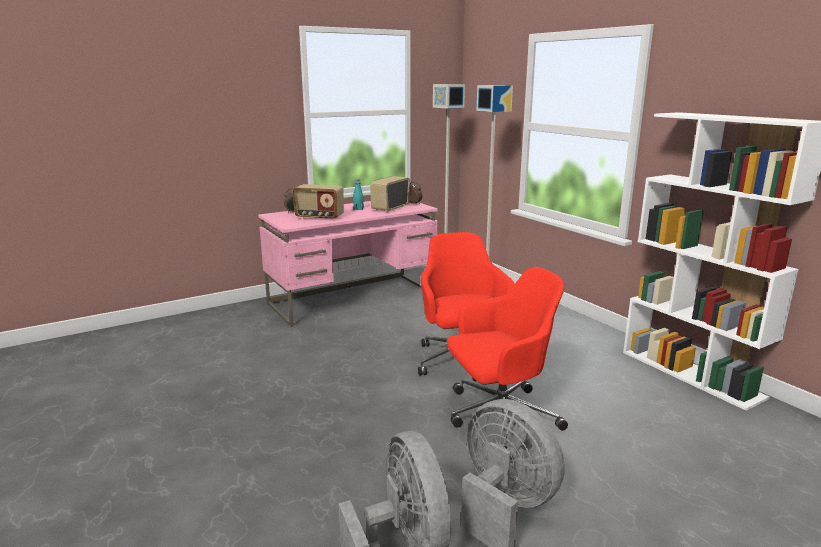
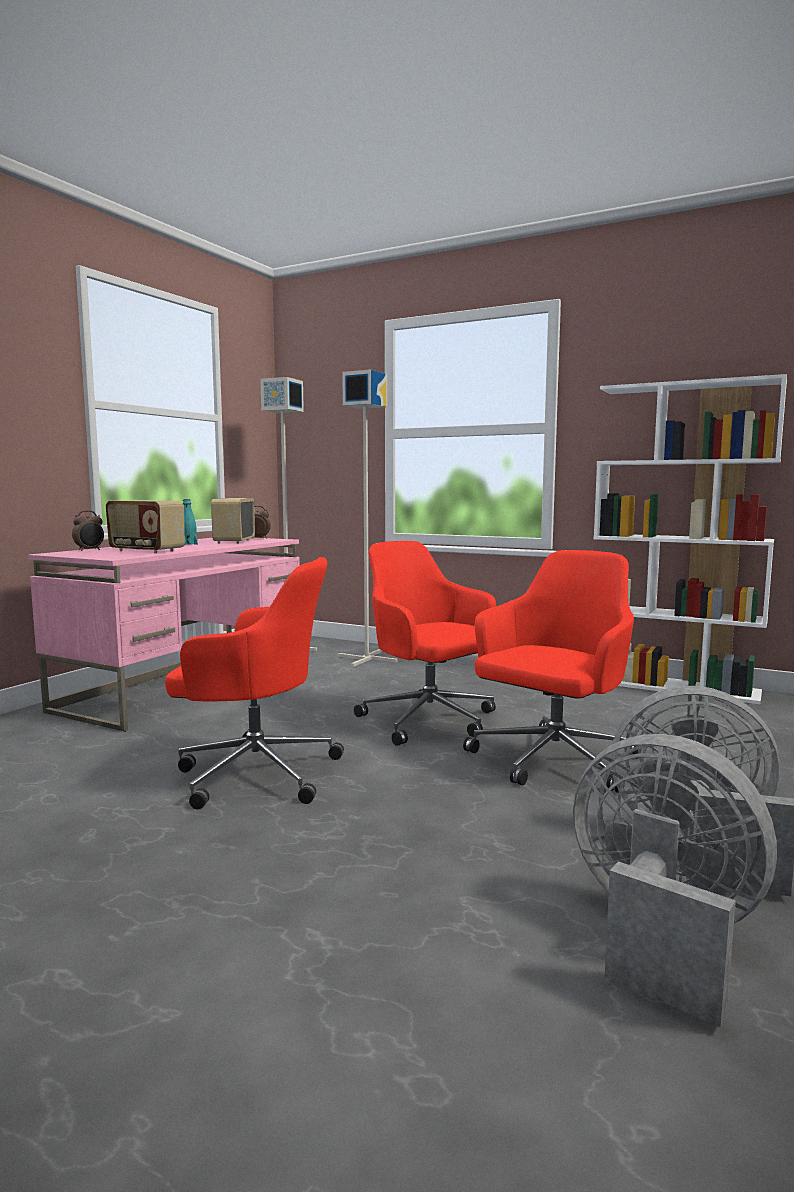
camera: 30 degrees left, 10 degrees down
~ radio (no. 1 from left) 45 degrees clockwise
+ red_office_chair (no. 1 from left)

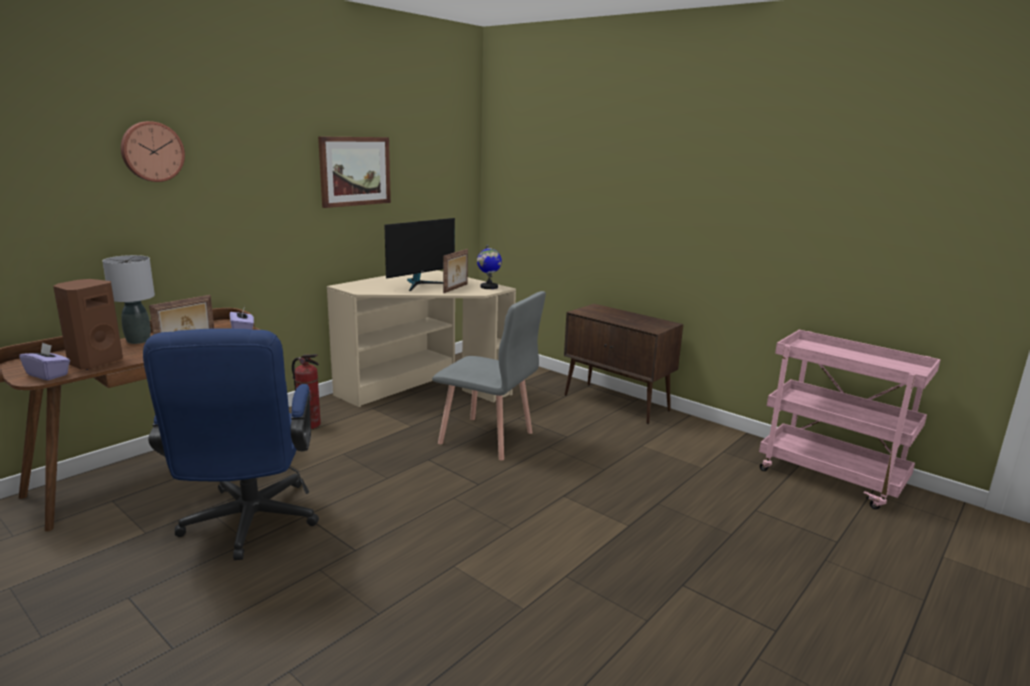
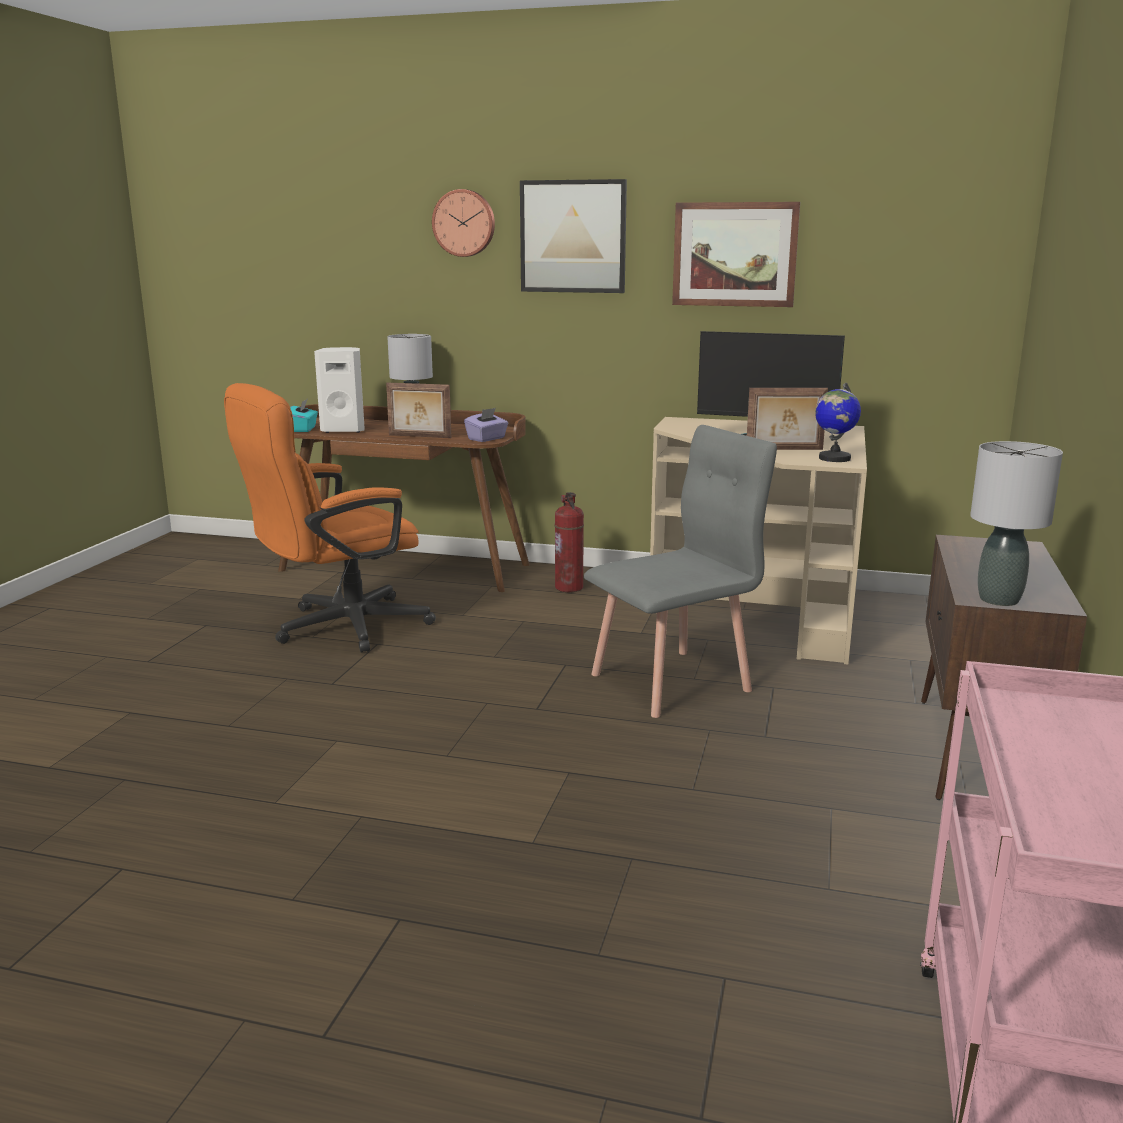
camera: 65 degrees right, 0 degrees up
~ blue_office_chair to orange_office_chair
~ purple_tissue_box (no. 1 from left) to turquoise_tissue_box
~ brown_speaker to white_speaker
+ picture (no. 1 from left)
~ grey_chair 120 degrees counterclockwise
+ grey_table_lamp (no. 2 from left)

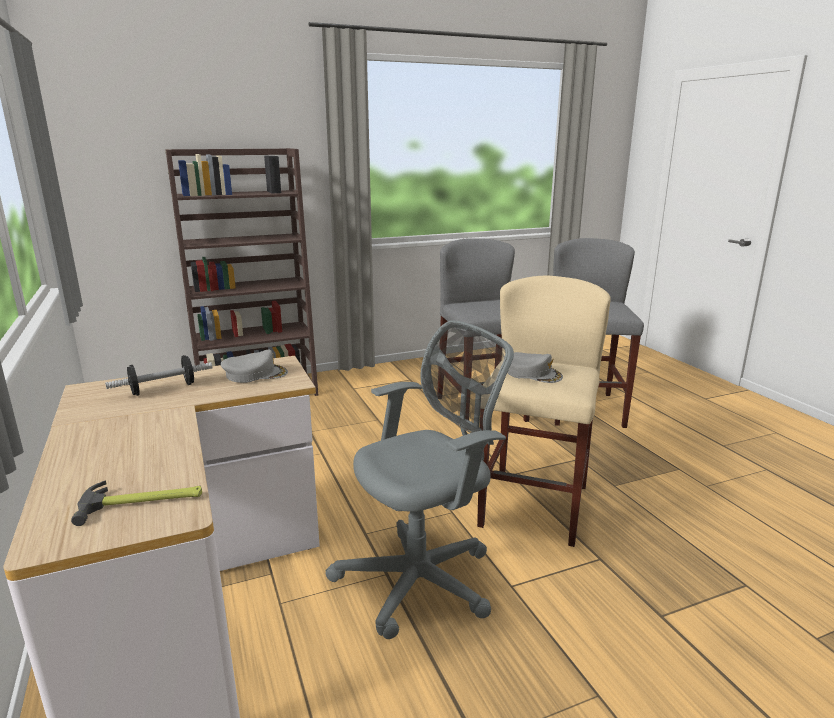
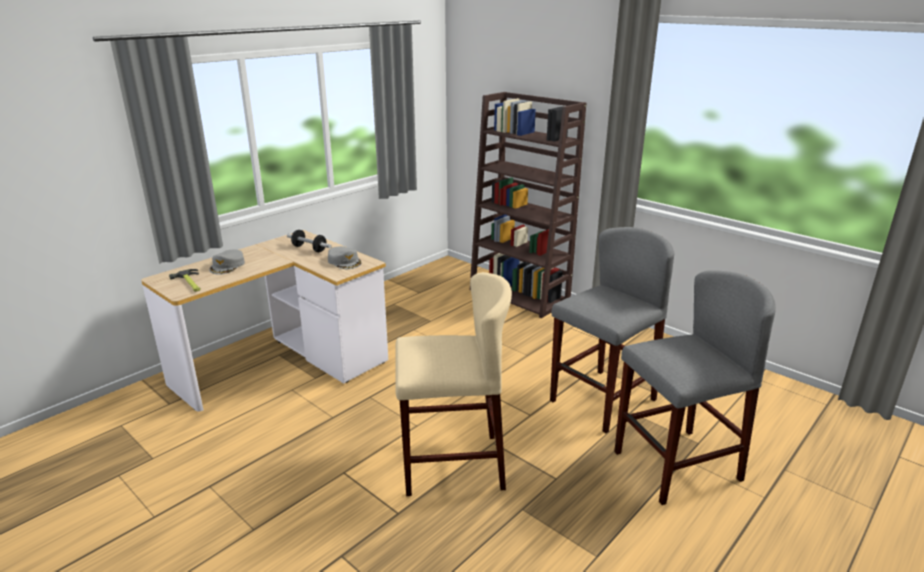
camera: 65 degrees right, 5 degrees up
~ grey_cap (no. 2 from left in the first image) to grey_cap (no. 1 from left)
- grey_office_chair

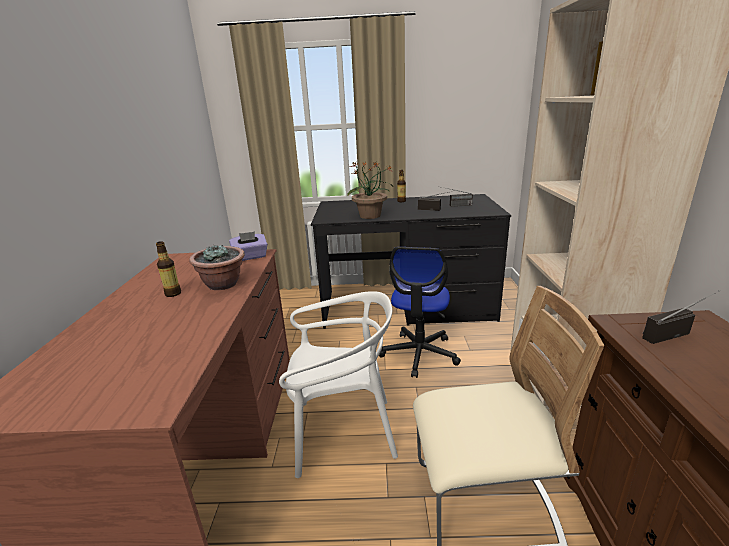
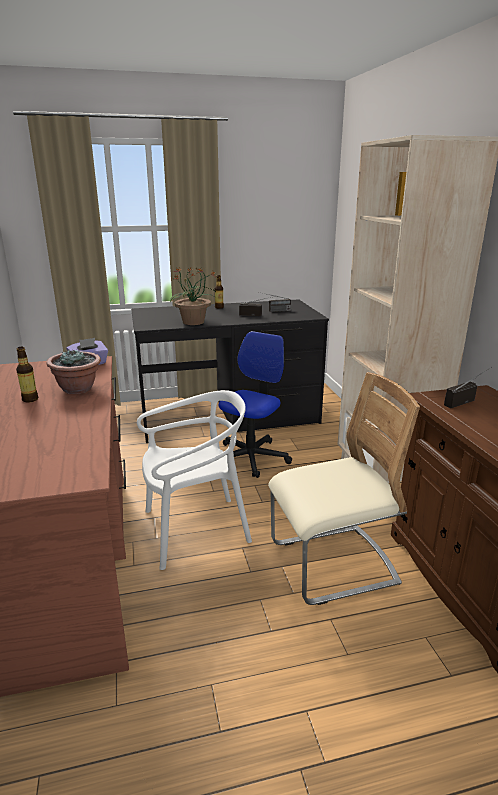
camera: 15 degrees left, 0 degrees up
~ office_chair 150 degrees counterclockwise

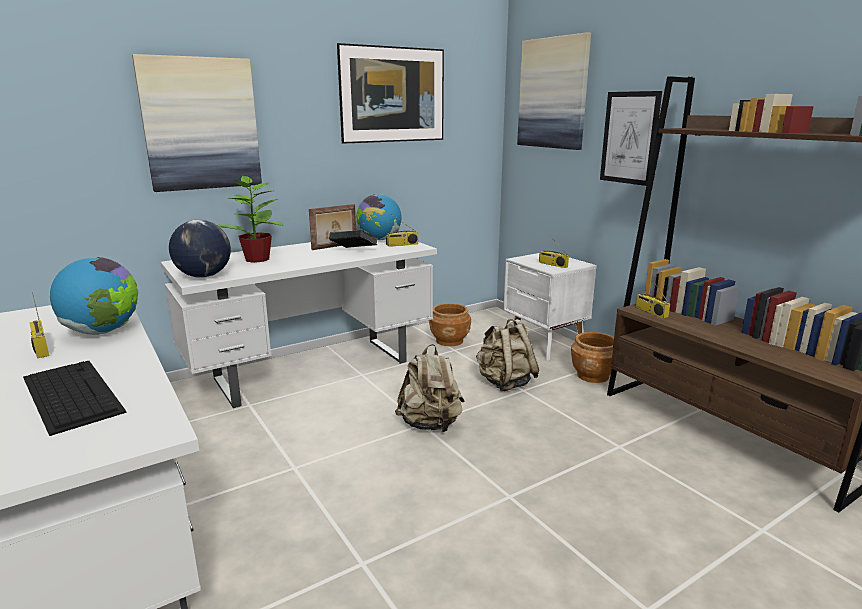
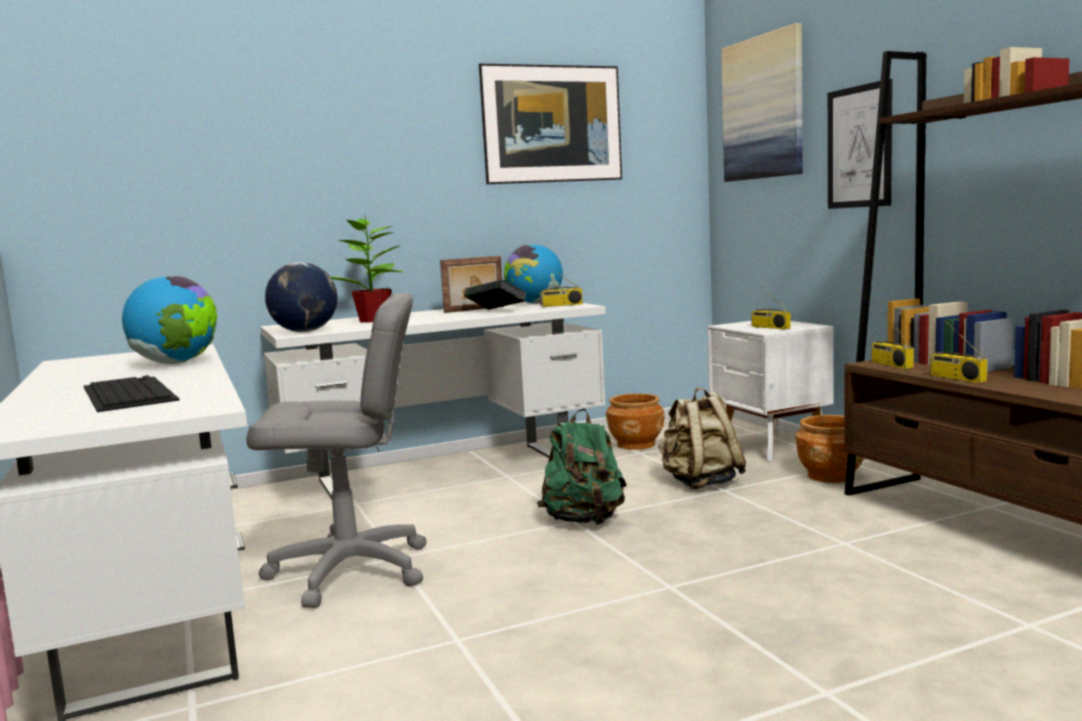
camera: 10 degrees right, 10 degrees down
+ grey_office_chair
~ beige_backpack (no. 1 from left) to green_backpack
~ radio (no. 1 from left in the first image) to radio (no. 4 from left)
- picture (no. 1 from left)

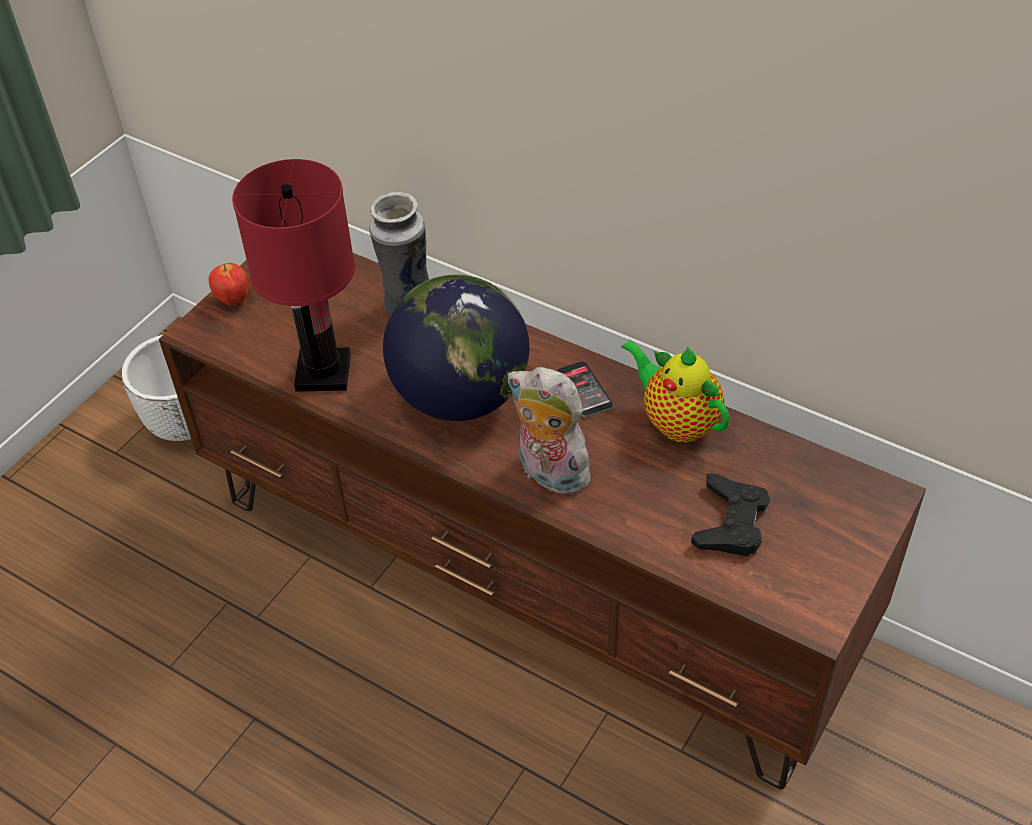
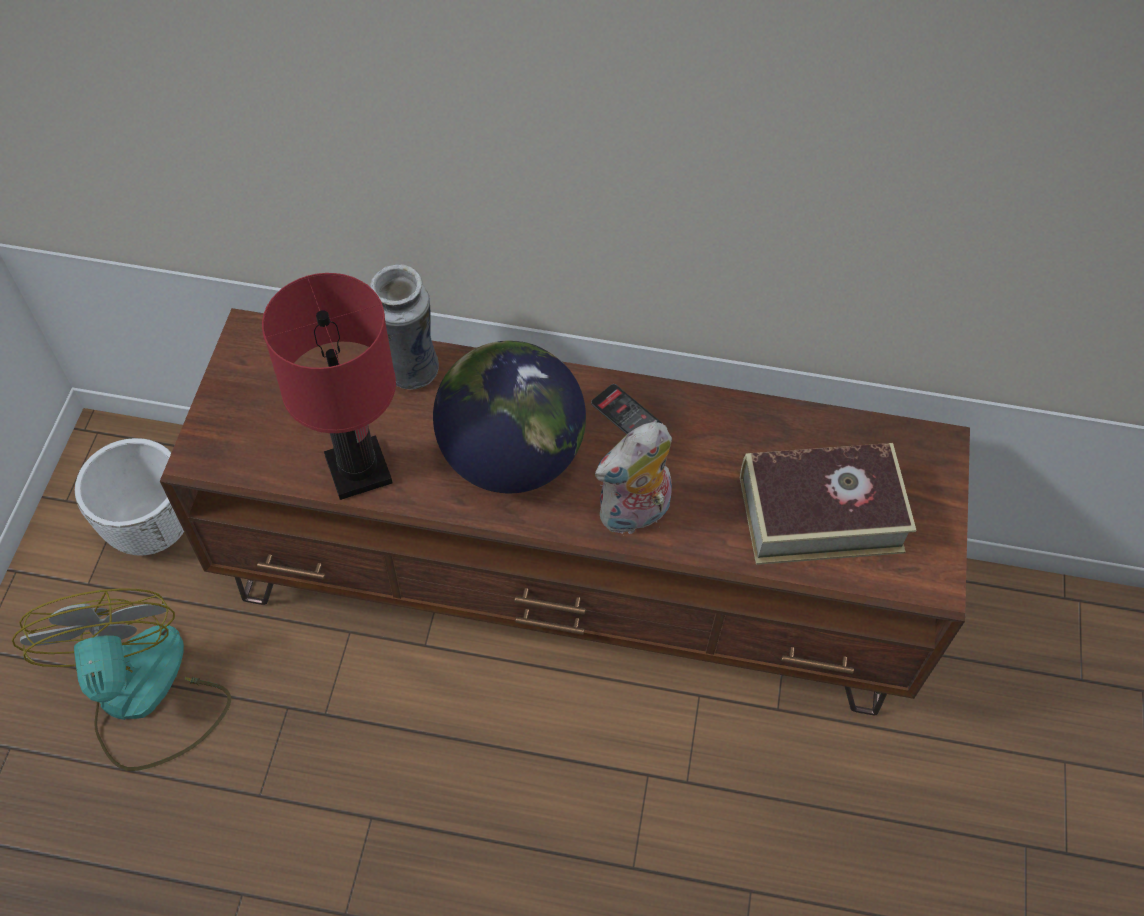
camera: 25 degrees left, 10 degrees up
+ fan
~ plush_toy 45 degrees counterclockwise
~ black_game_controller to book
- apple
- teapot

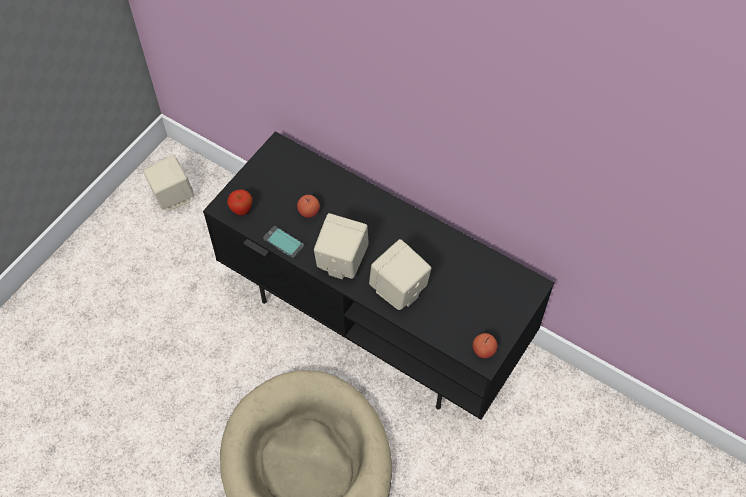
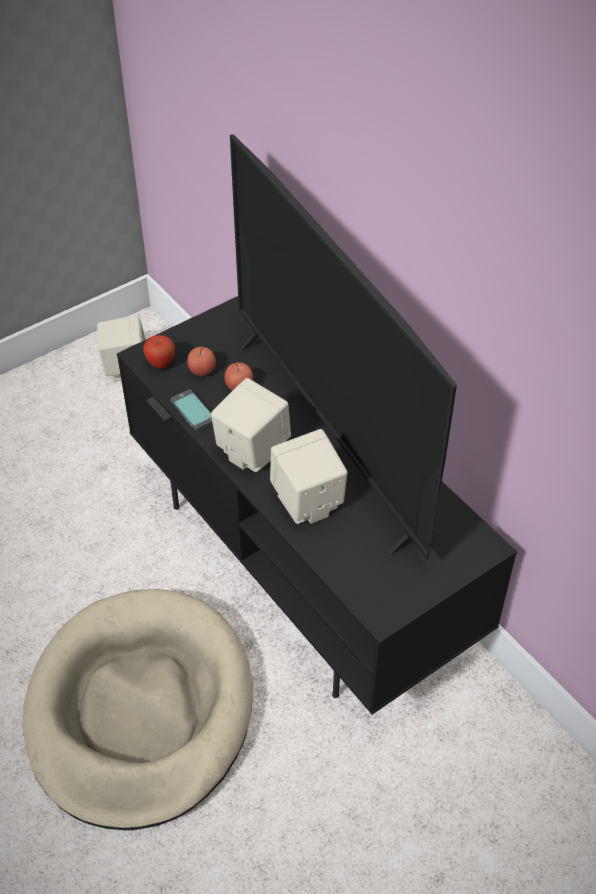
camera: 20 degrees right, 10 degrees down
~ apple (no. 3 from left in the first image) to apple (no. 2 from left)
+ television

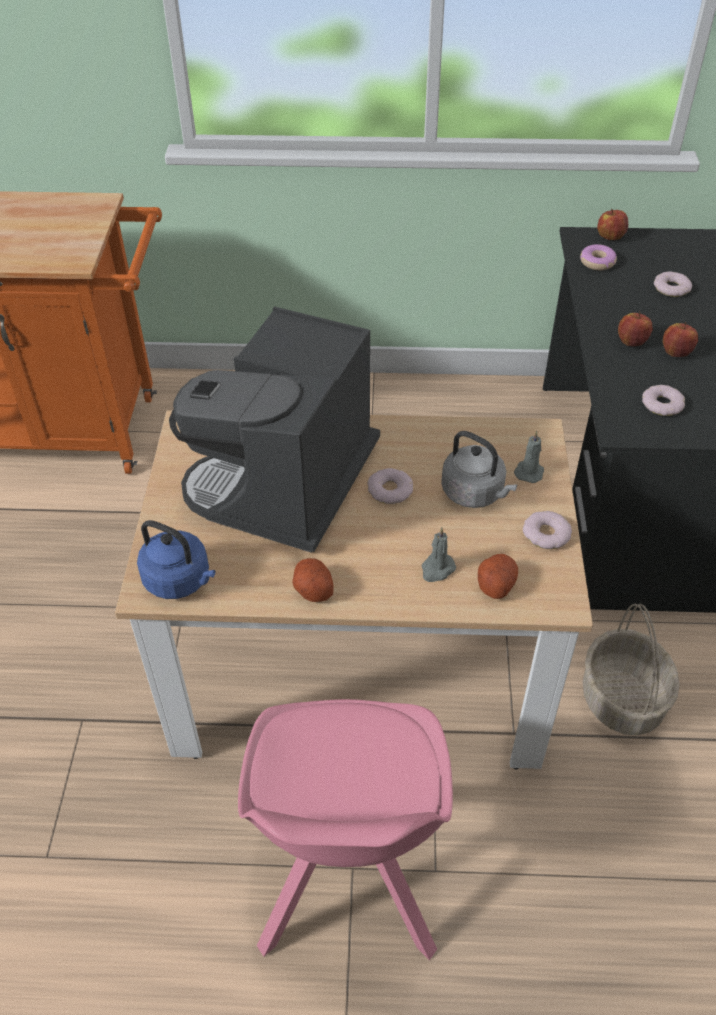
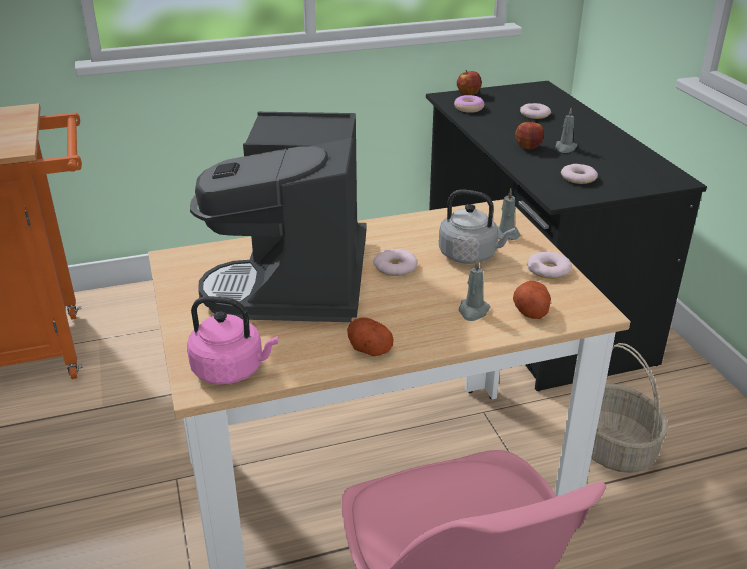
camera: 20 degrees left, 15 degrees down
~ blue_kettle to pink_kettle
~ apple (no. 3 from left) to grey_candle (no. 3 from left)

